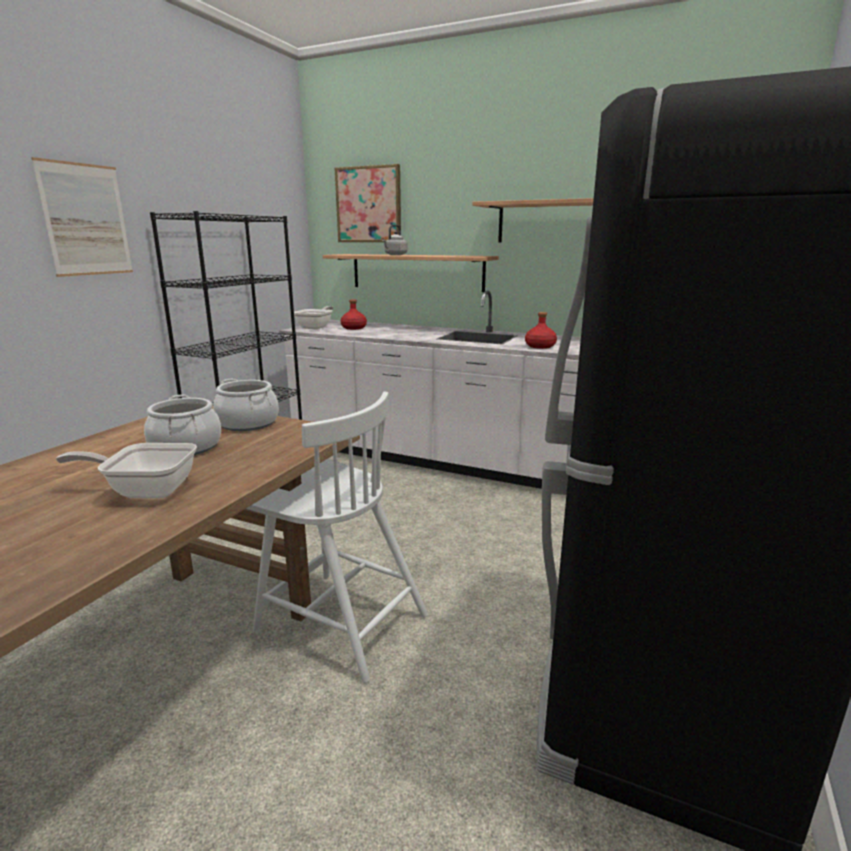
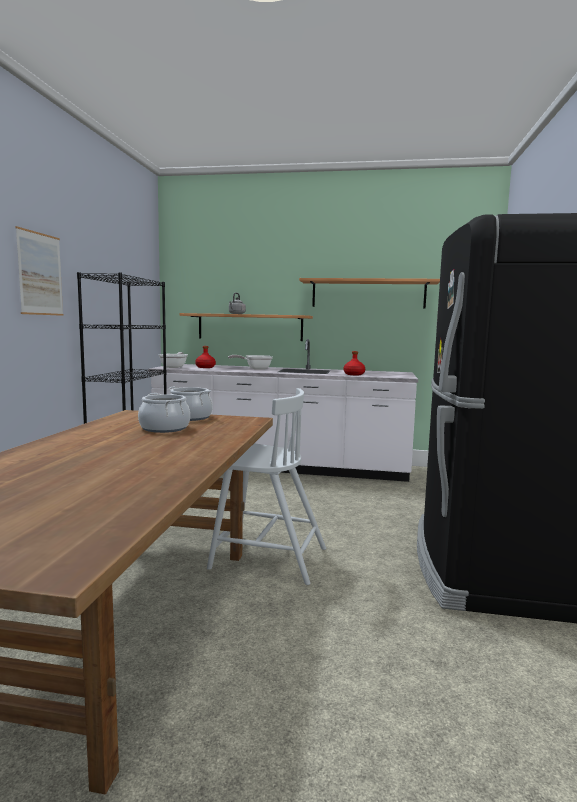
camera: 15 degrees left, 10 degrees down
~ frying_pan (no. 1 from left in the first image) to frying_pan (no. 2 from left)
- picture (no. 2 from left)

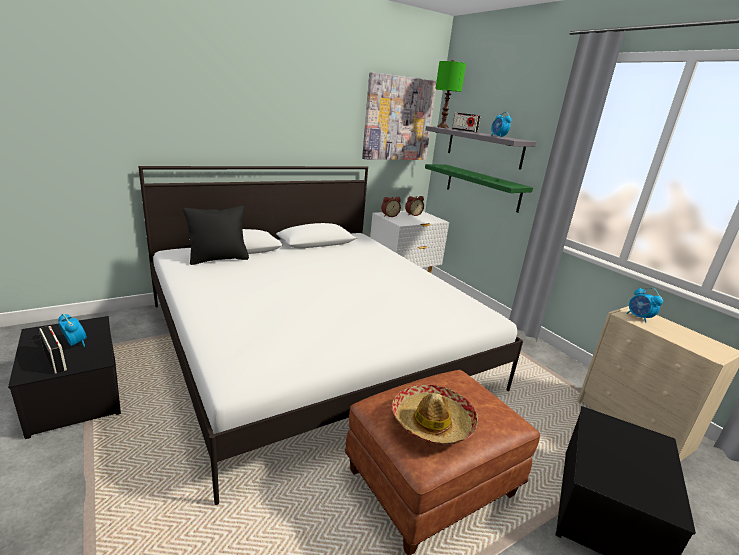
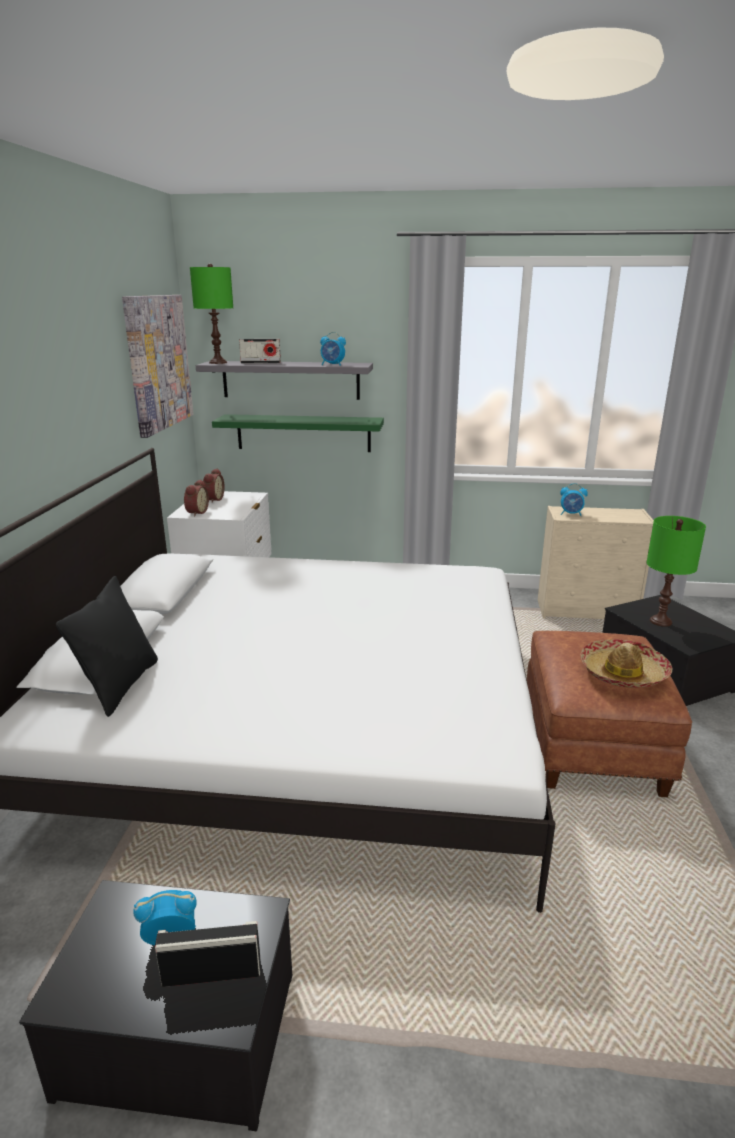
camera: 50 degrees left, 0 degrees up
+ green_table_lamp (no. 2 from left)

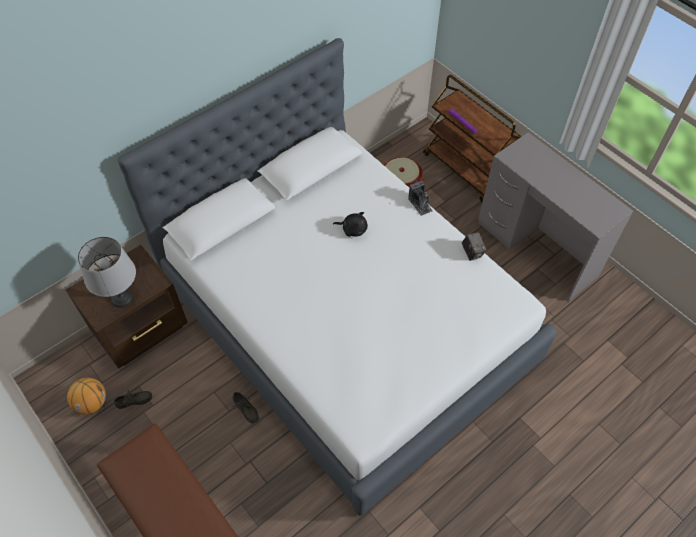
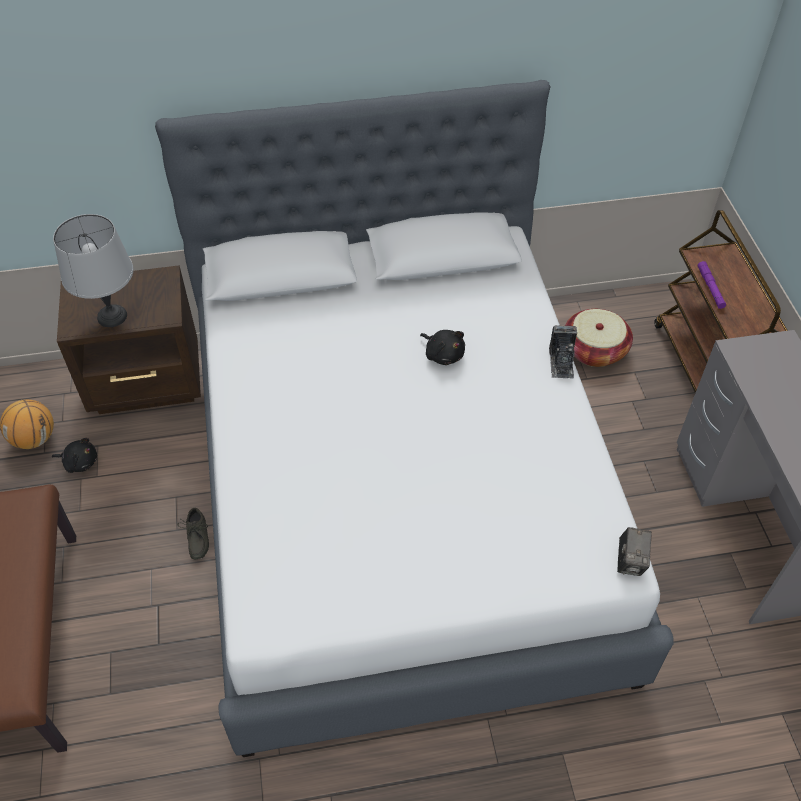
camera: 30 degrees right, 5 degrees down
~ grey_shoe (no. 1 from left) to black_plush_toy (no. 1 from left)
~ photo_camera (no. 2 from left)

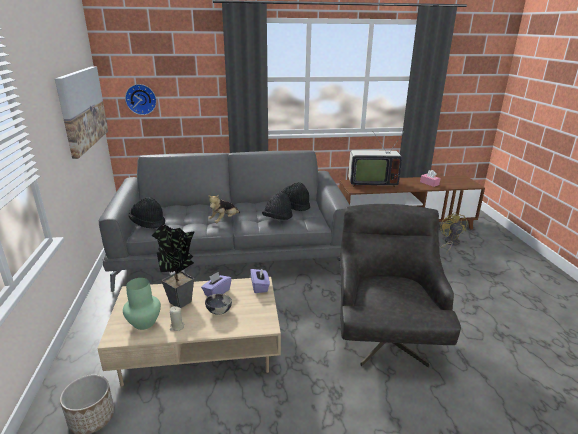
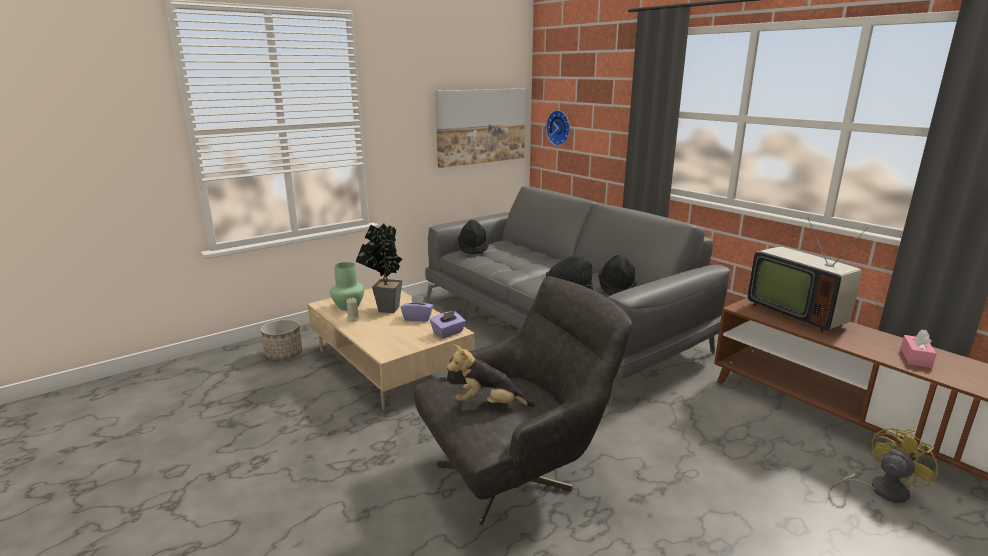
camera: 60 degrees right, 5 degrees down
~ plush_toy
- bowl

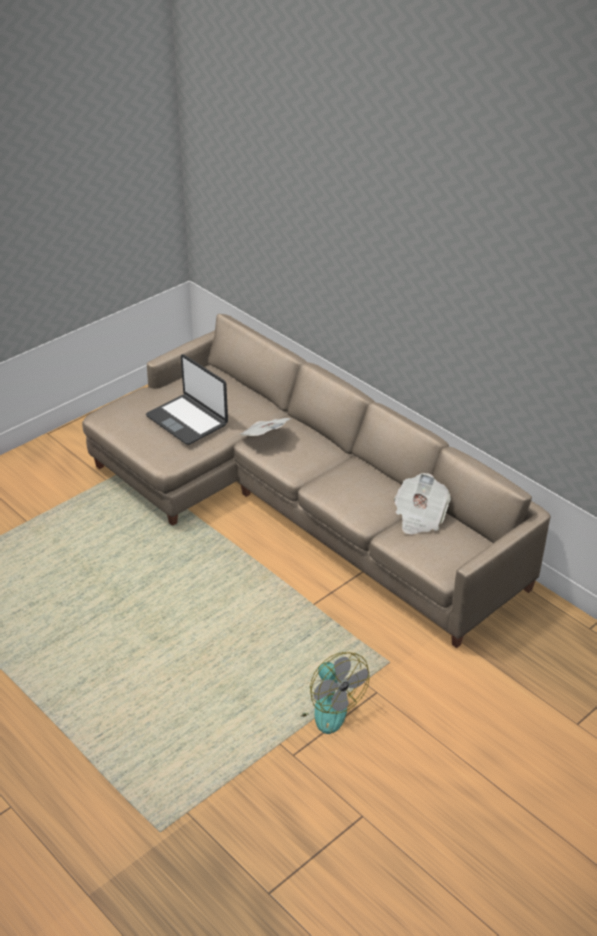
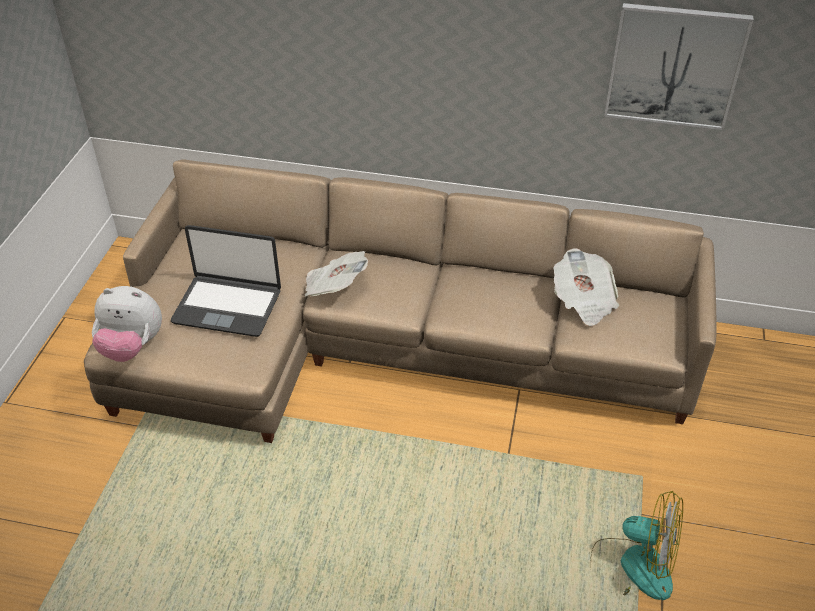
camera: 35 degrees left, 5 degrees up
+ plush_toy
+ picture

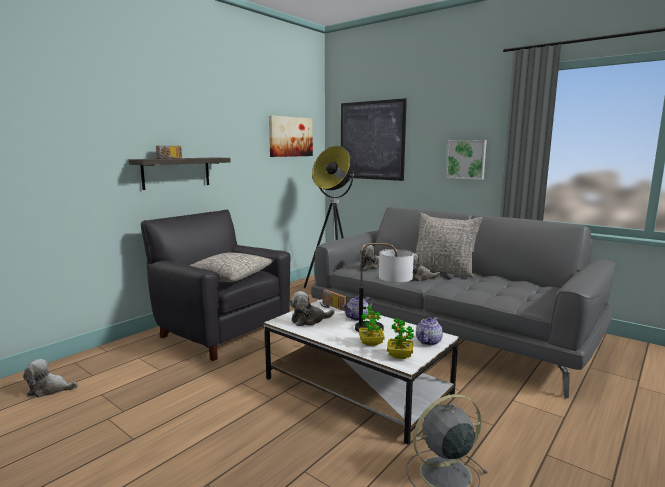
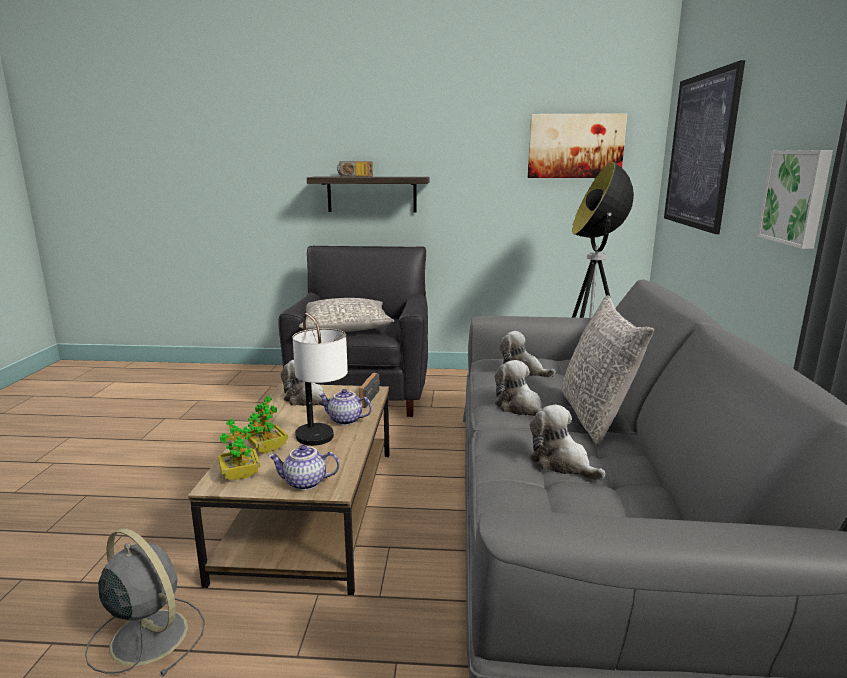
camera: 55 degrees right, 5 degrees up
~ white_coffee_table to brown_coffee_table
~ plush_toy (no. 1 from left in the first image) to plush_toy (no. 4 from left)

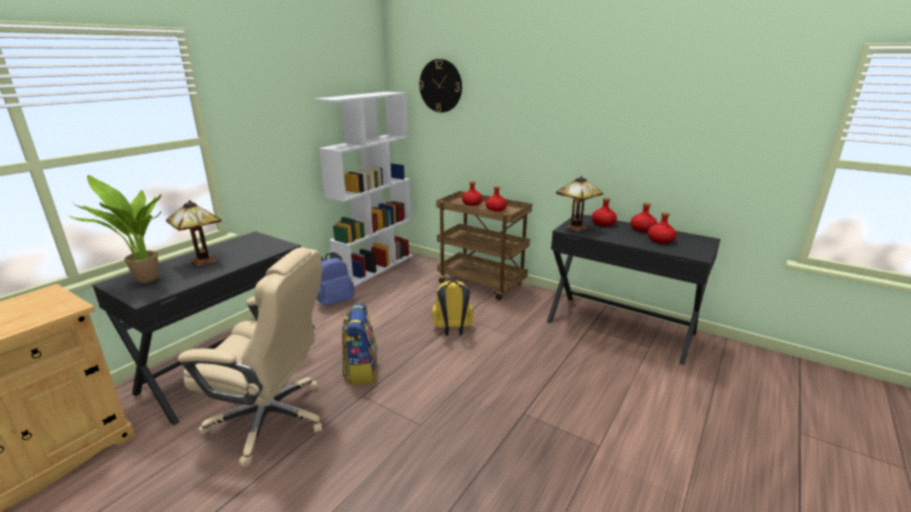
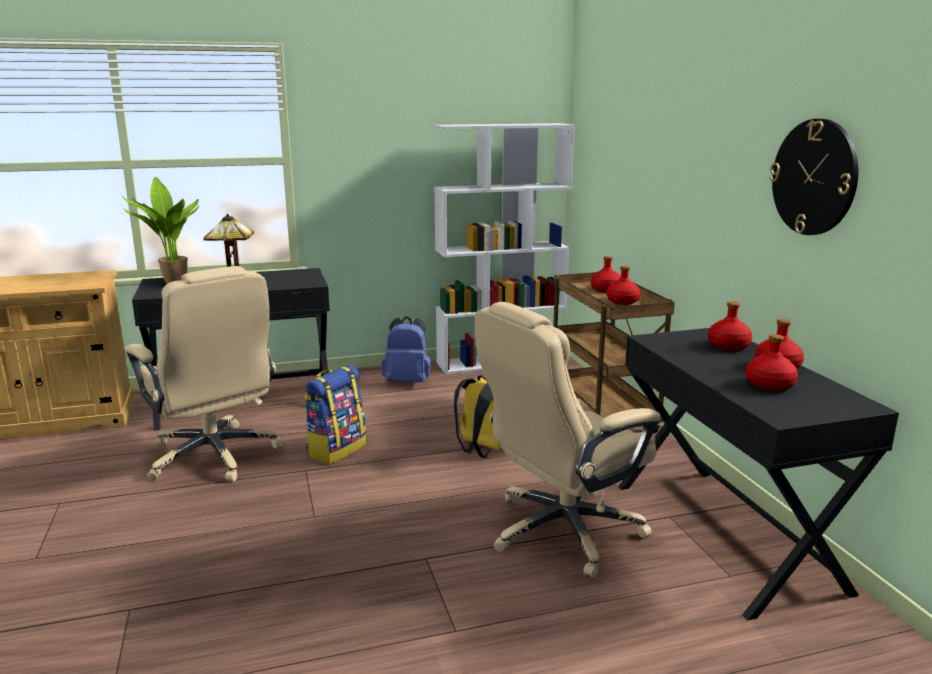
camera: 40 degrees right, 5 degrees down
+ beige_office_chair (no. 2 from left)
~ wall_clock
- table_lamp (no. 2 from left)

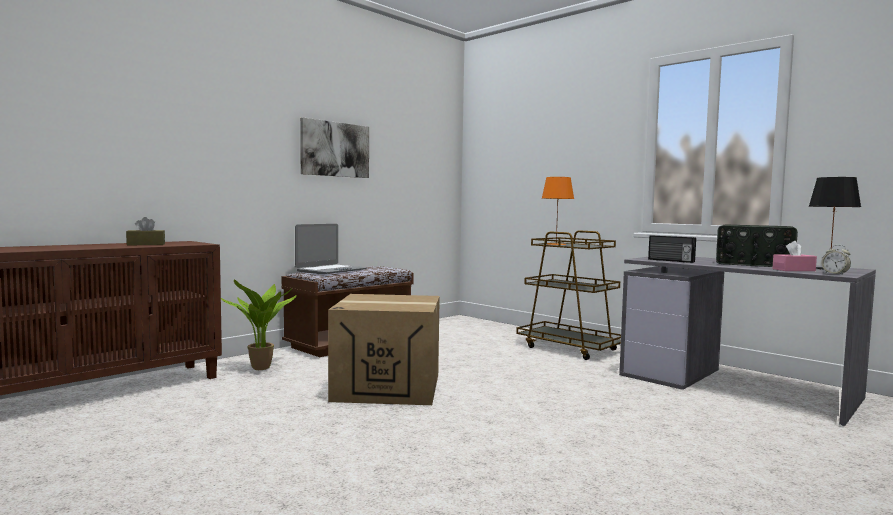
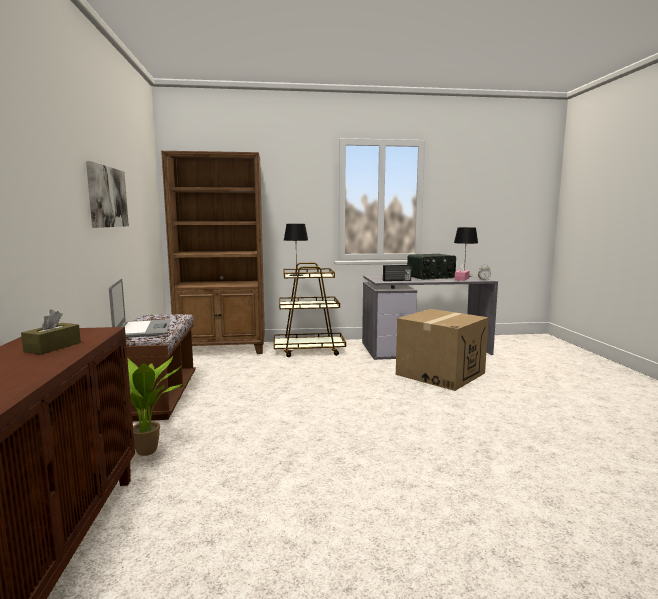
camera: 50 degrees left, 5 degrees up
+ brown_bookcase
~ orange_table_lamp to black_table_lamp (no. 1 from left)
~ cardboard_box

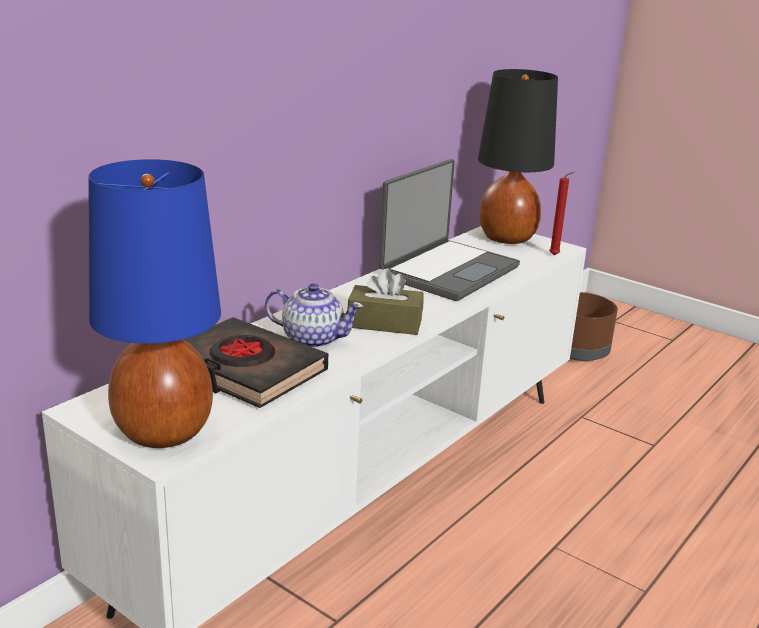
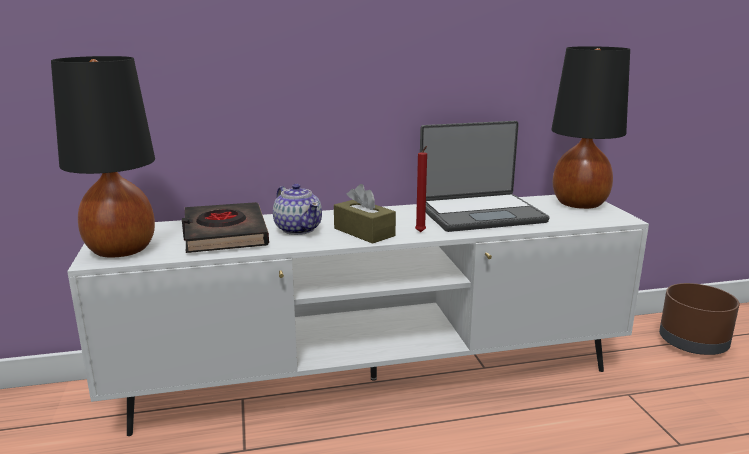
camera: 40 degrees right, 5 degrees down
~ blue_table_lamp to black_table_lamp (no. 1 from left)
~ red_candle

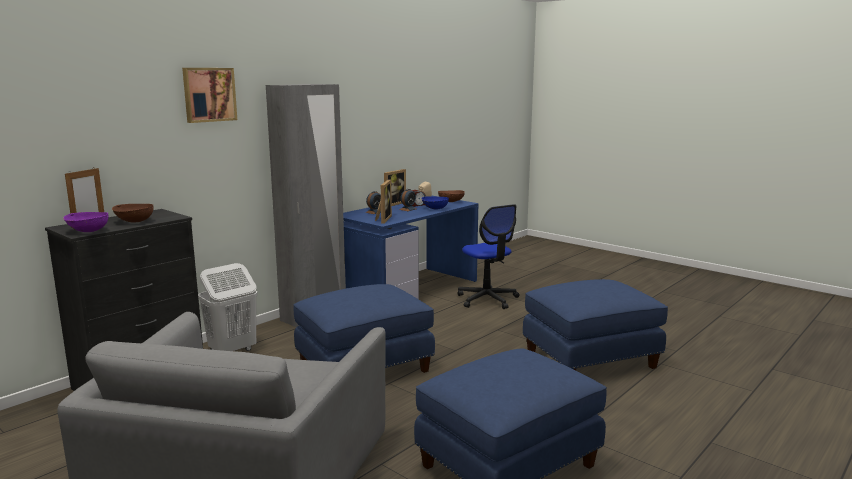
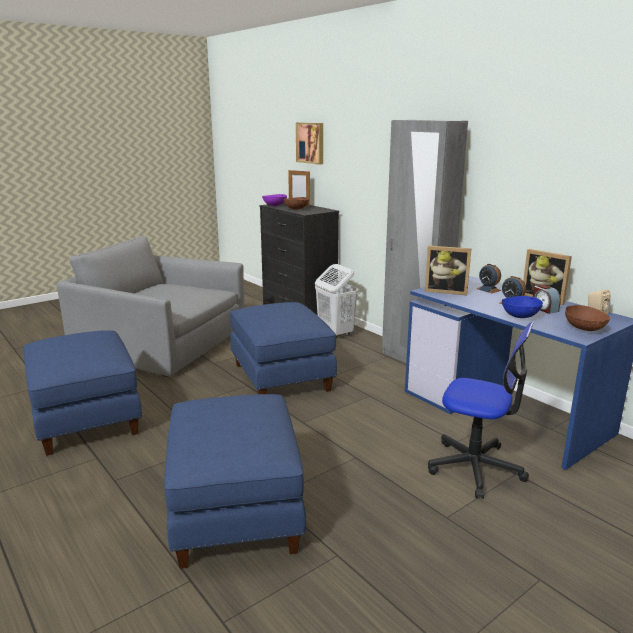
camera: 100 degrees right, 5 degrees up
~ picture
~ office_chair 135 degrees counterclockwise

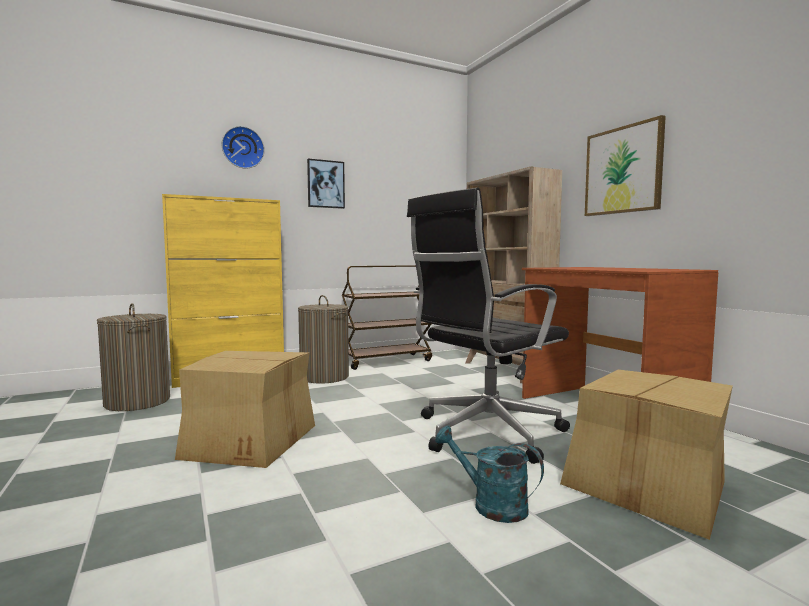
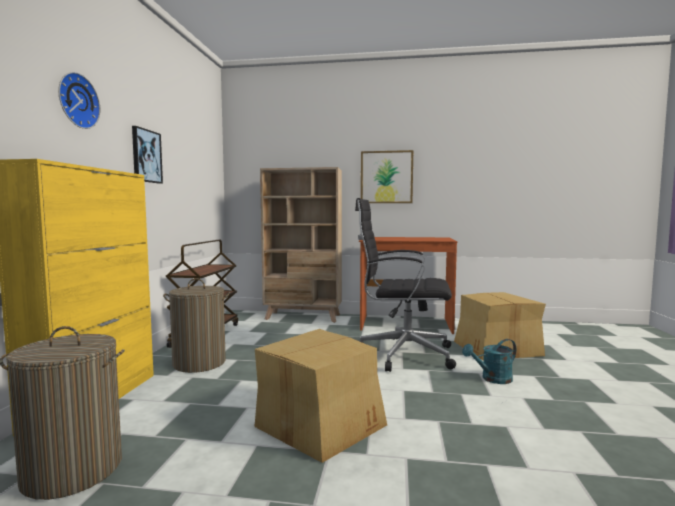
camera: 55 degrees left, 0 degrees up
~ black_office_chair 105 degrees clockwise

